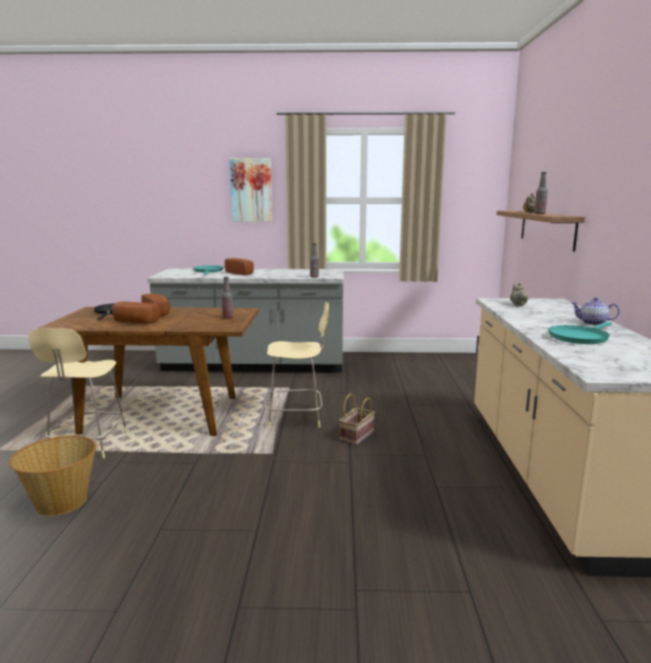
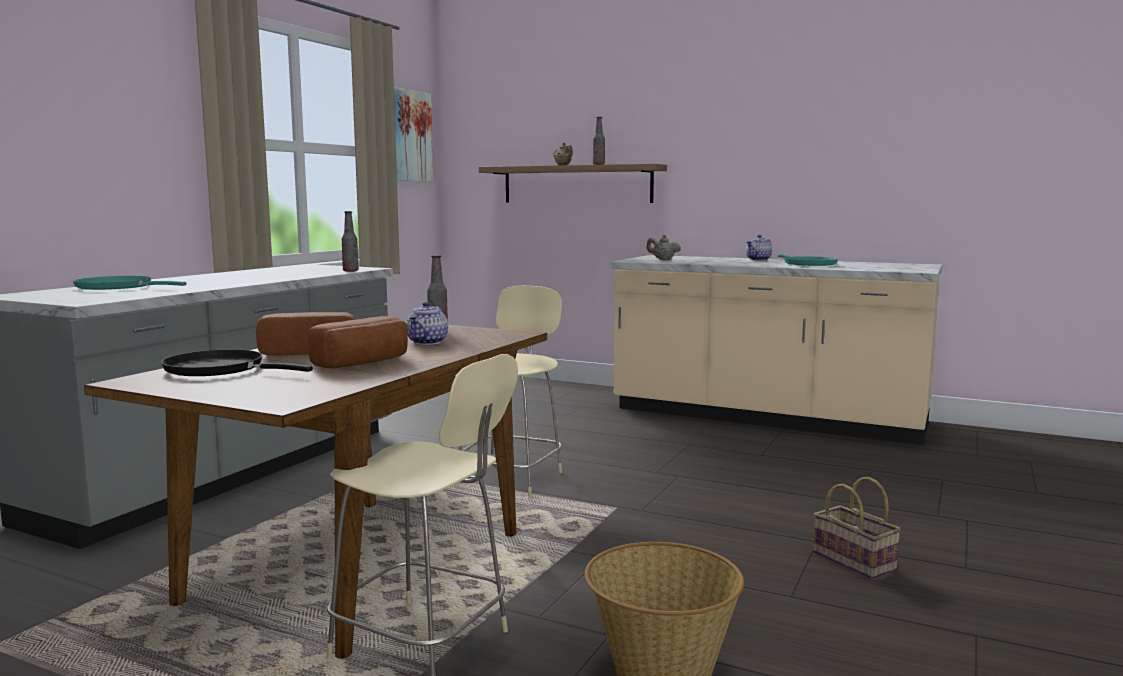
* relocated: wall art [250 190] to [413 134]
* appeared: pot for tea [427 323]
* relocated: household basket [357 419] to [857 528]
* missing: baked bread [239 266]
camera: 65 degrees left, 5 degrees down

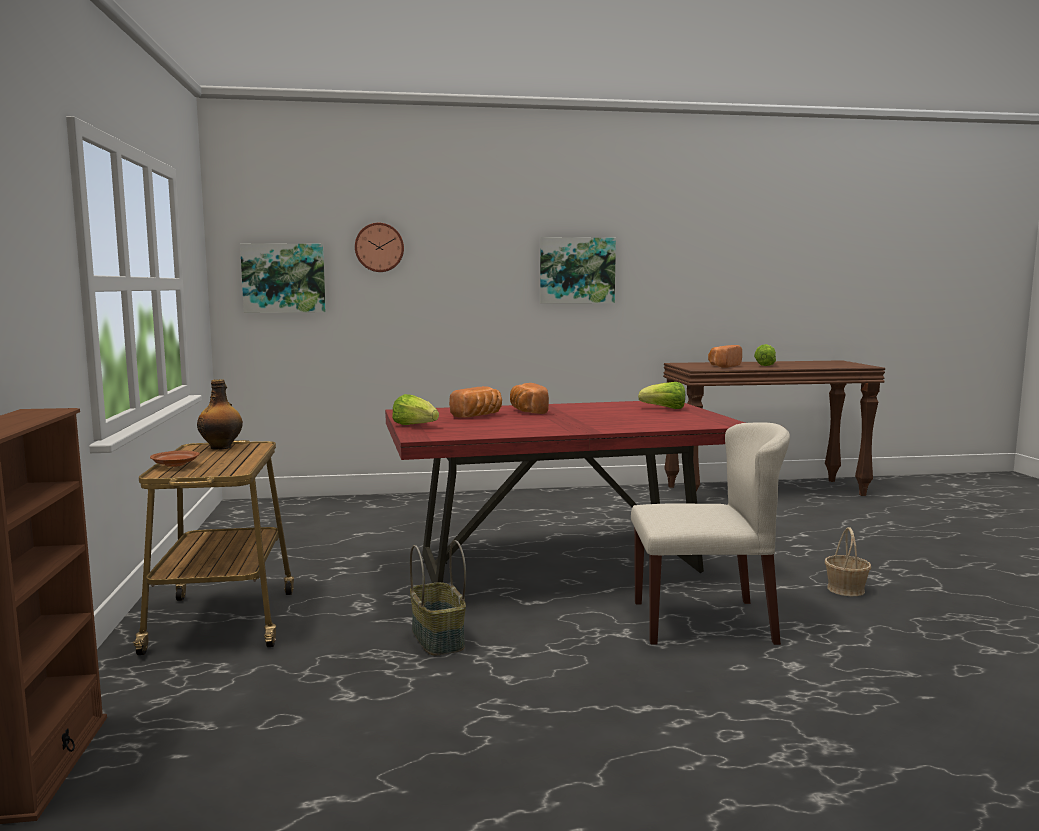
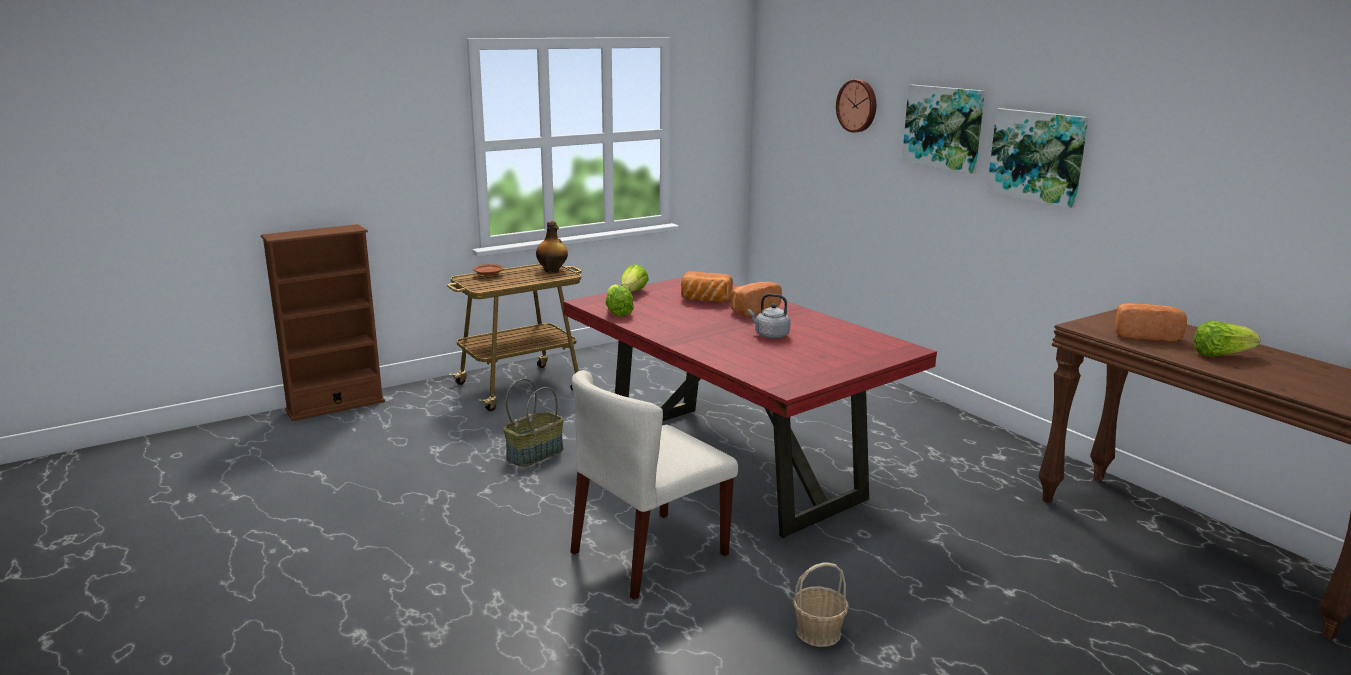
* spun: sand-coloured upright chair [710 533] = [654 485] 75 degrees clockwise
* relocated: lettuce [661 395] to [619 300]
* appeared: grey kettle [769 316]
* relocated: wall art [283 278] to [943 129]
camera: 65 degrees right, 10 degrees up

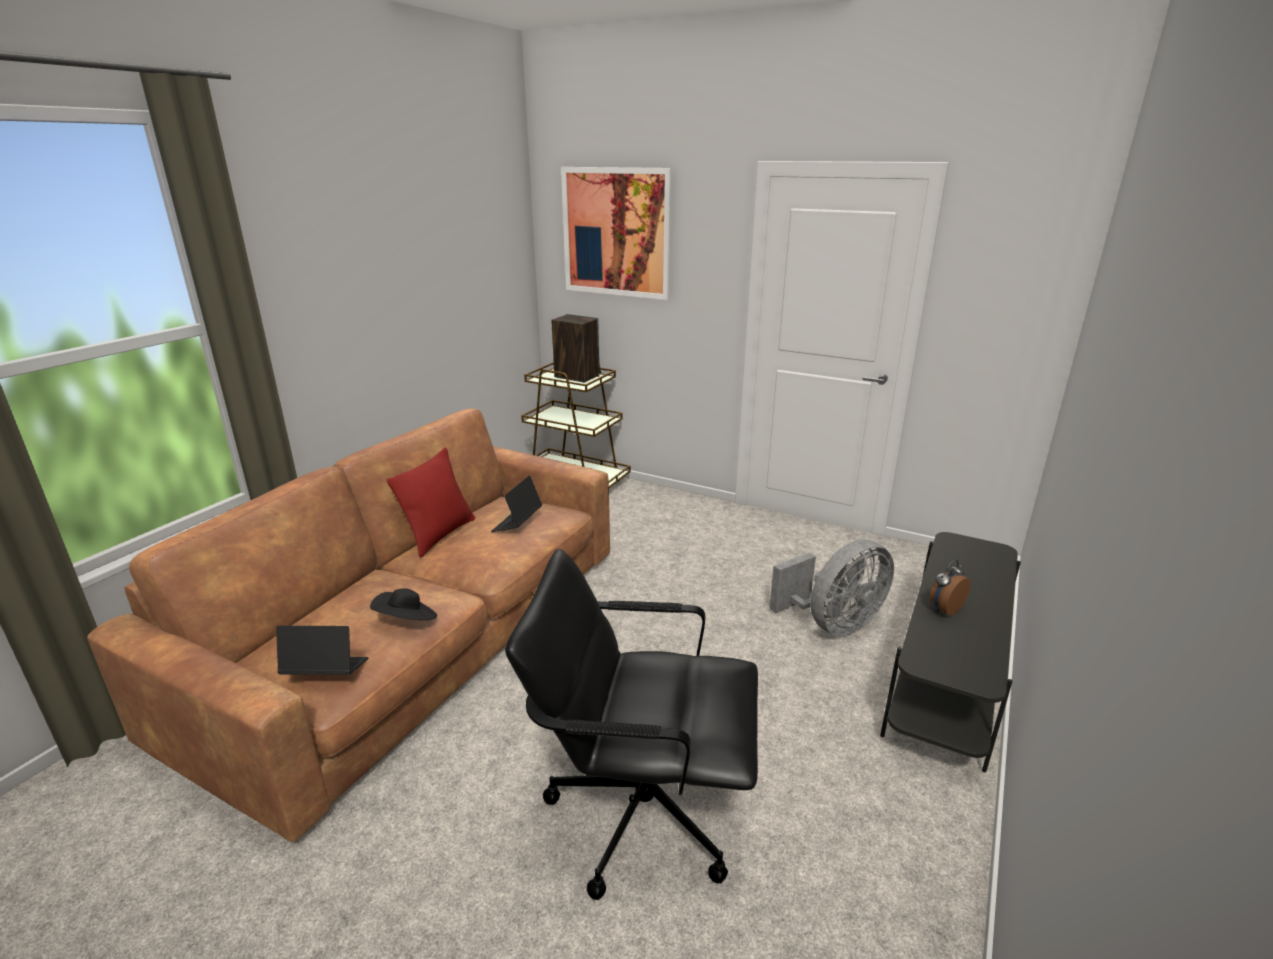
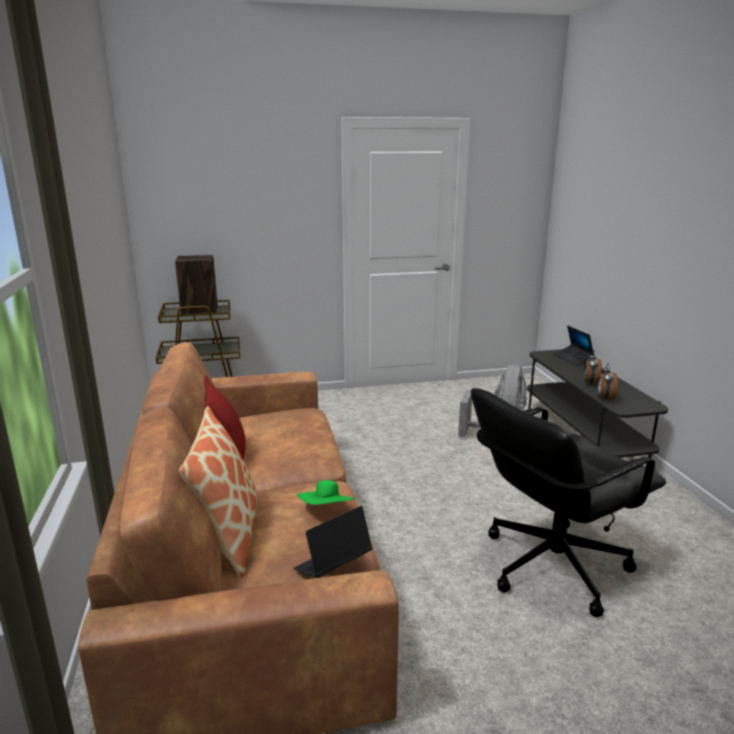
* appeared: pillow [218 492]
* colour: black-coloured wearable hat [403 604] to greenish wearable hat [326 492]
* relocated: portable computer [516 503] to [573 346]
* appeared: table clock [607 382]
* missing: wall art [617 233]
camera: 40 degrees left, 5 degrees down

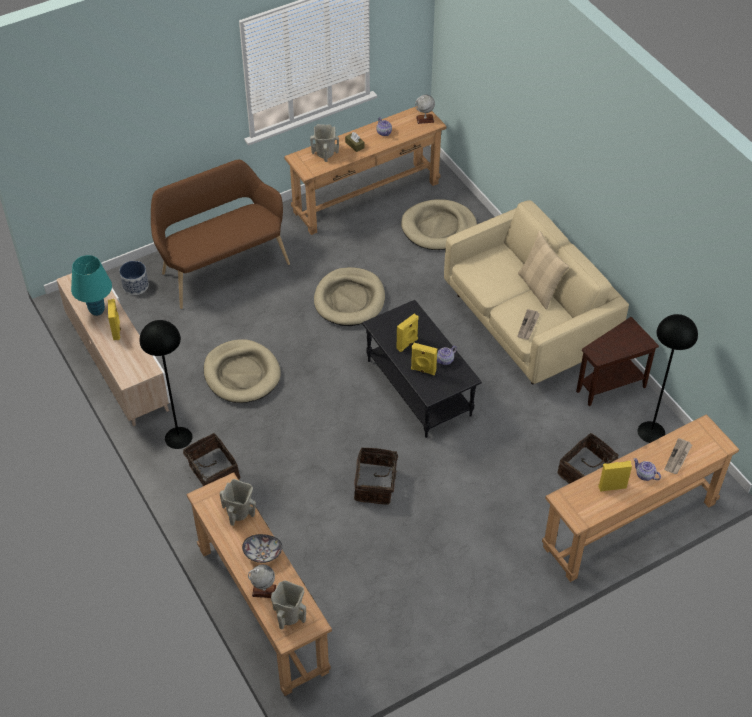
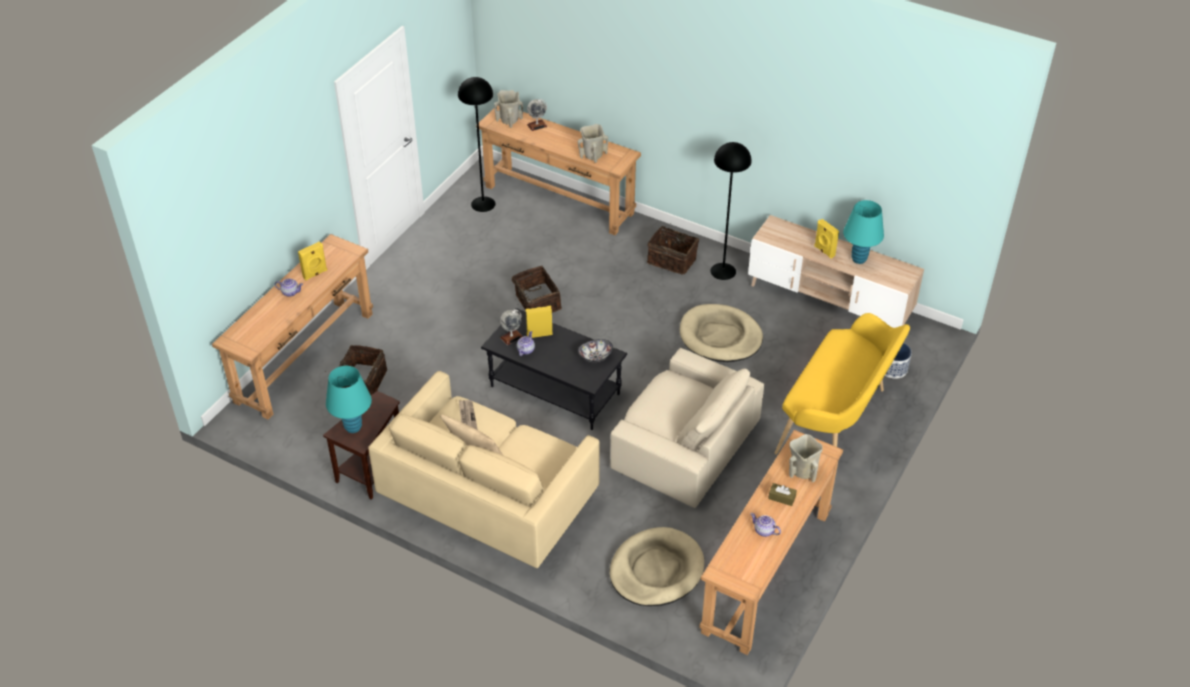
* appeared: turquoise-coloured table lamp [349 399]
* relocated: black-coloured standing lamp [668 378] to [477 144]
* relocated: desk globe [425 109] to [511 327]
* relocated: bowl [262 548] to [595 350]
* exchanged: sand-coloured dog cushion [349 296] to sand-coloured easy chair [687 428]
* colour: brownish long seat [220 234] to yellow-coloured long seat [842 384]
* missing: yellow-coloured speaker [408 333]
* missing: daily paper [678 456]
camera: 150 degrees right, 5 degrees down

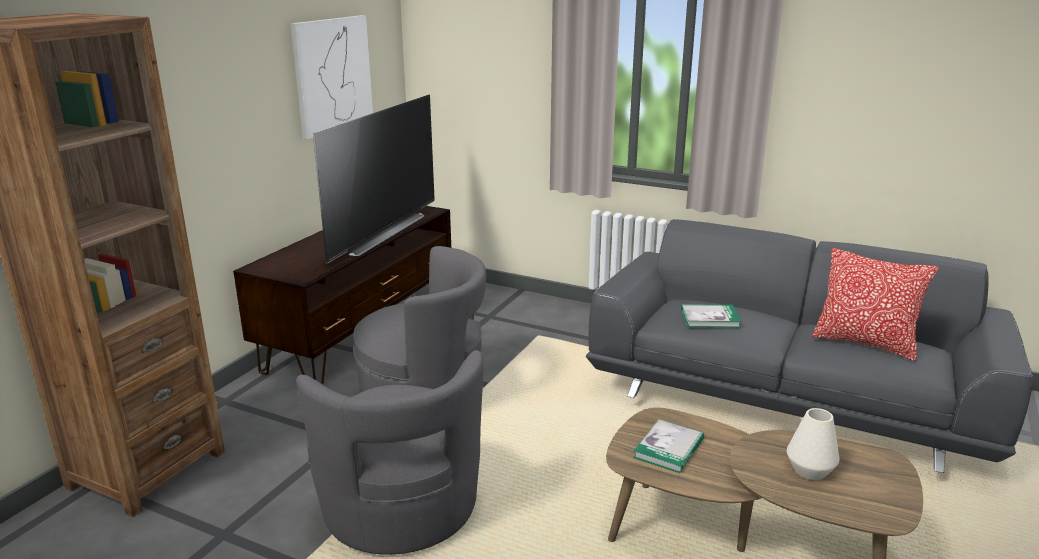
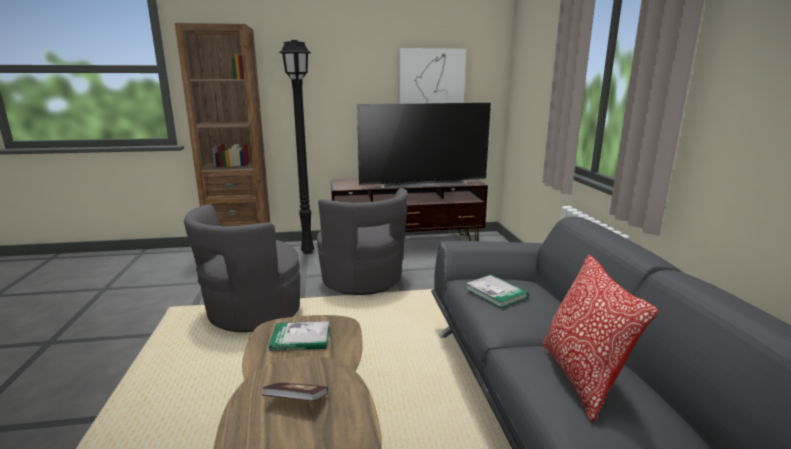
* exchanged: whitish flower vase [813 444] to volume [295 392]
* appeared: black-coloured standing lamp [297 147]
camera: 55 degrees right, 5 degrees down

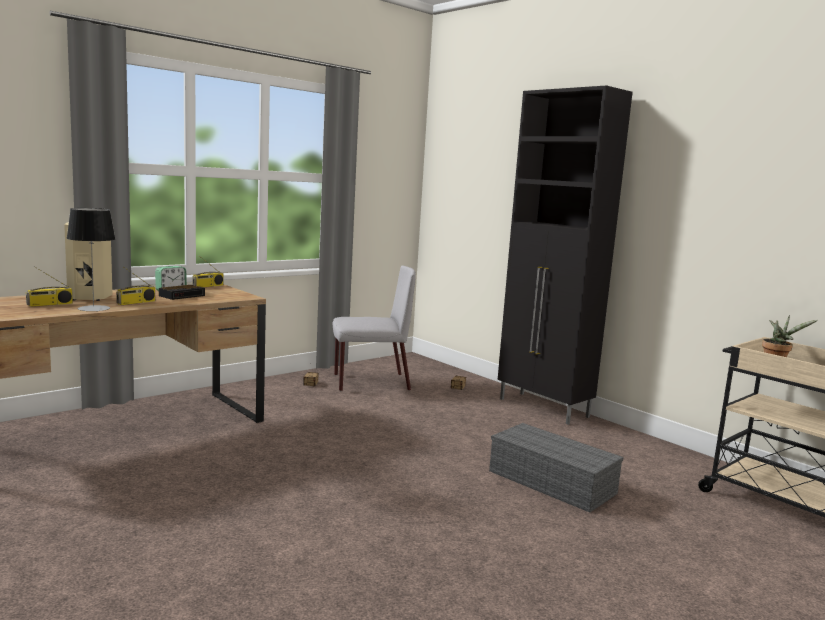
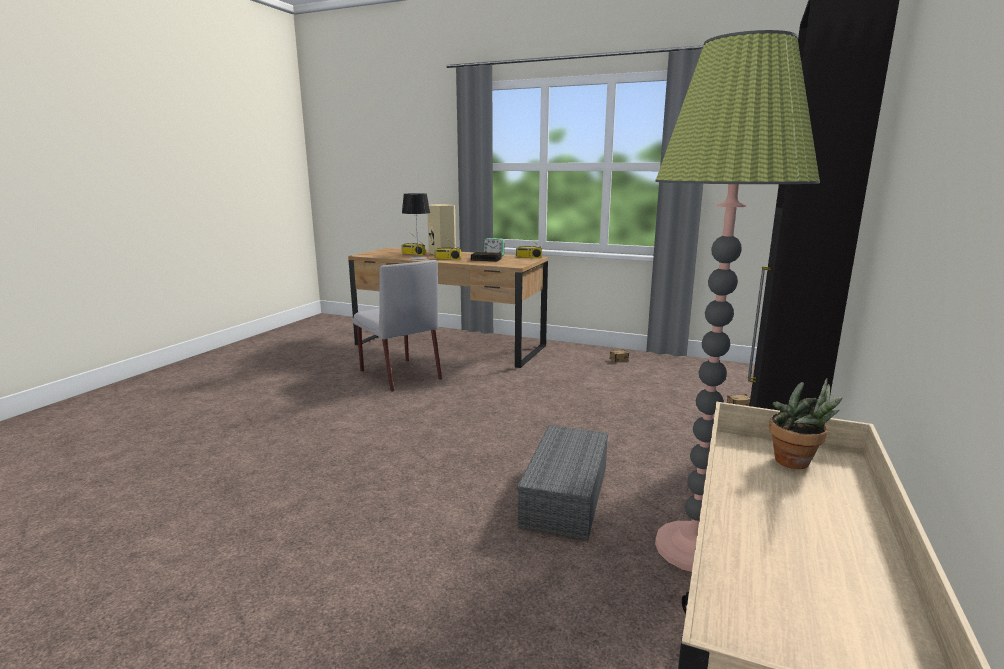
* relocated: grey upright chair [374 328] to [397 326]
* appeared: standing lamp [737 301]
camera: 65 degrees right, 5 degrees up

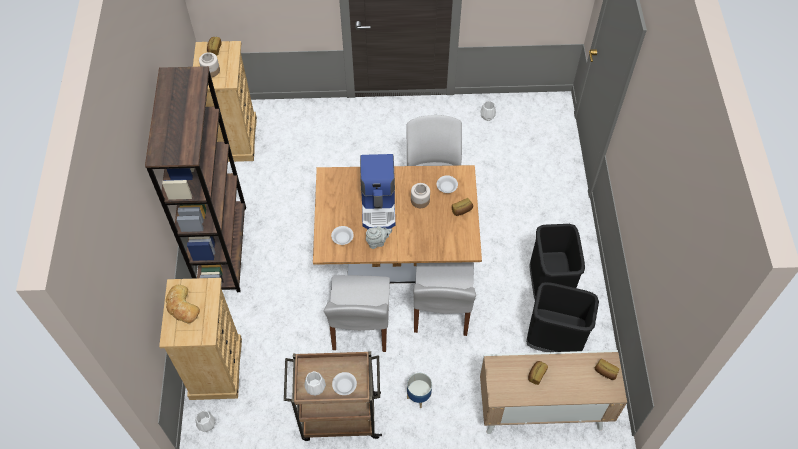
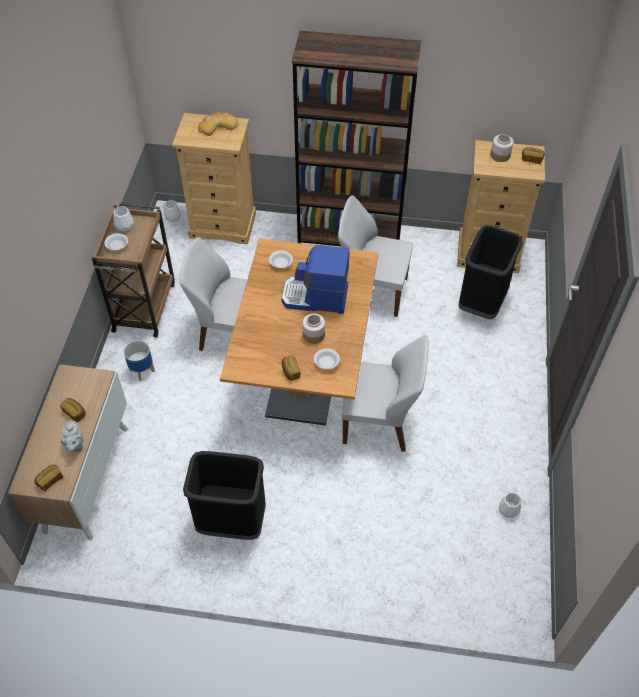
* relocated: grey pot for tea [379 237] to [72 436]
* relocated: whitish upright chair [444 299] to [375 256]
* relocated: black-coloured waste bin [562 317] to [491 272]
camera: 100 degrees right, 5 degrees down

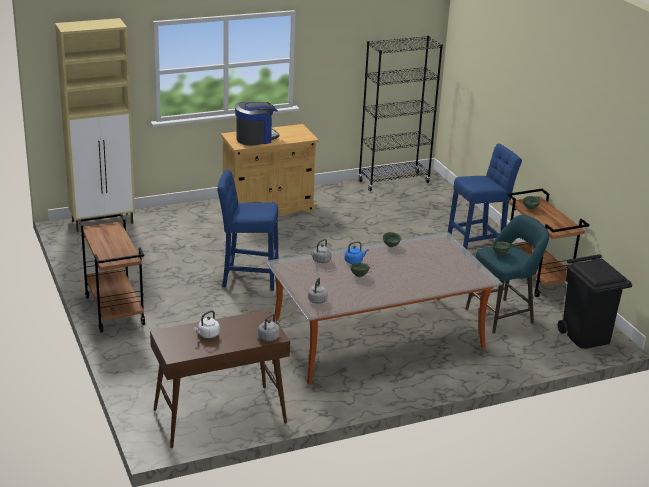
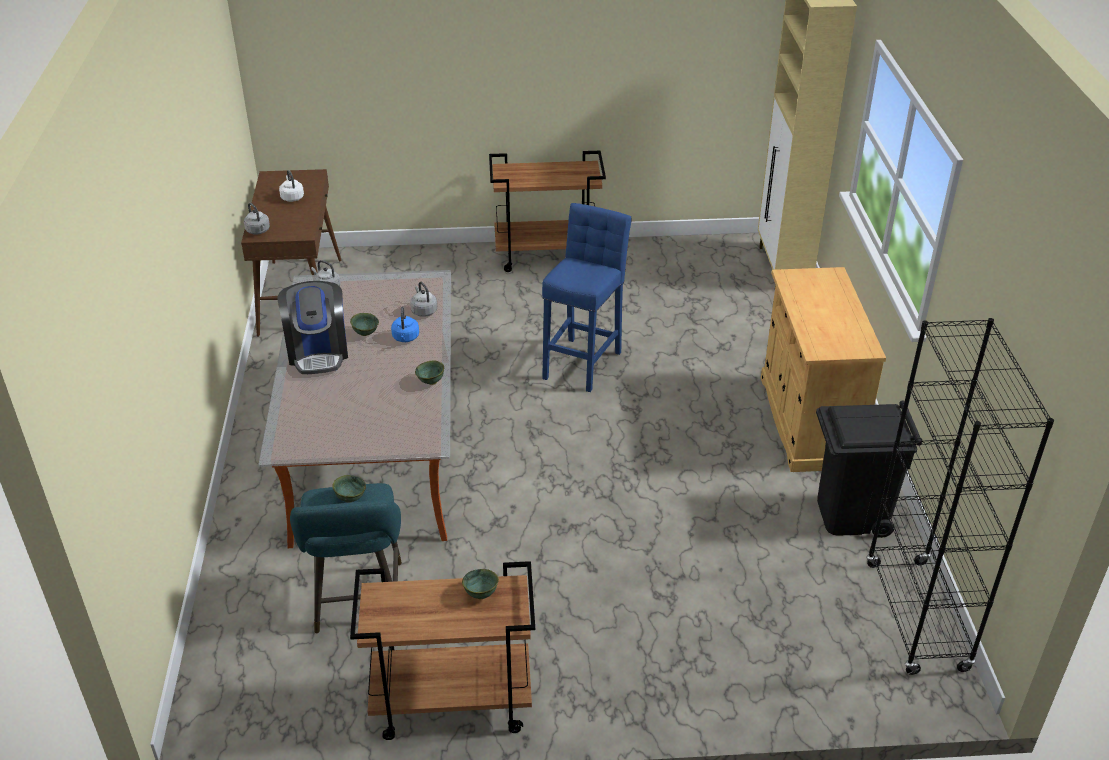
* relocated: coffee machine [257 124] to [313 327]
* relocated: black-coloured waste bin [595 301] to [869 469]
* missing: blue sitting stool [485 196]
camera: 110 degrees right, 10 degrees up

